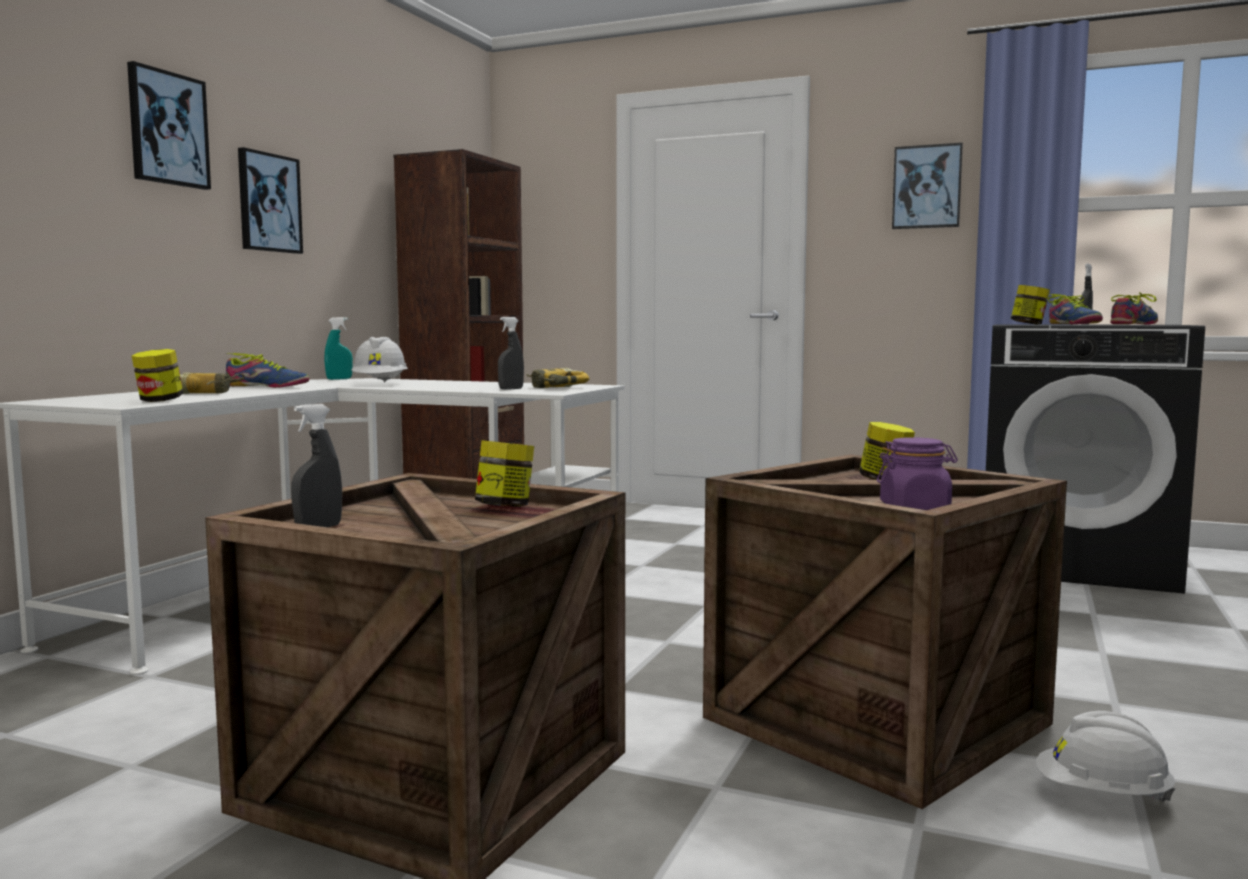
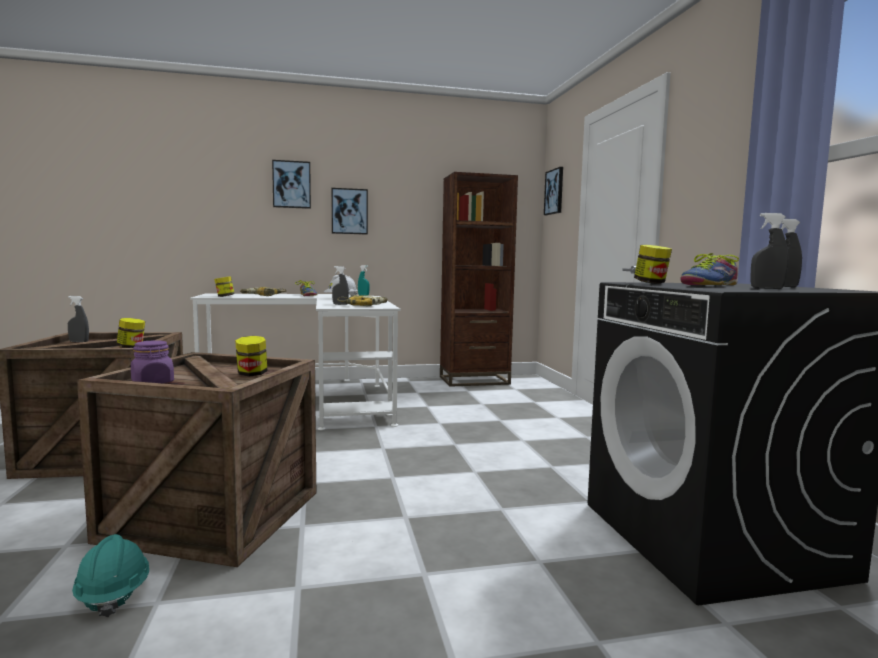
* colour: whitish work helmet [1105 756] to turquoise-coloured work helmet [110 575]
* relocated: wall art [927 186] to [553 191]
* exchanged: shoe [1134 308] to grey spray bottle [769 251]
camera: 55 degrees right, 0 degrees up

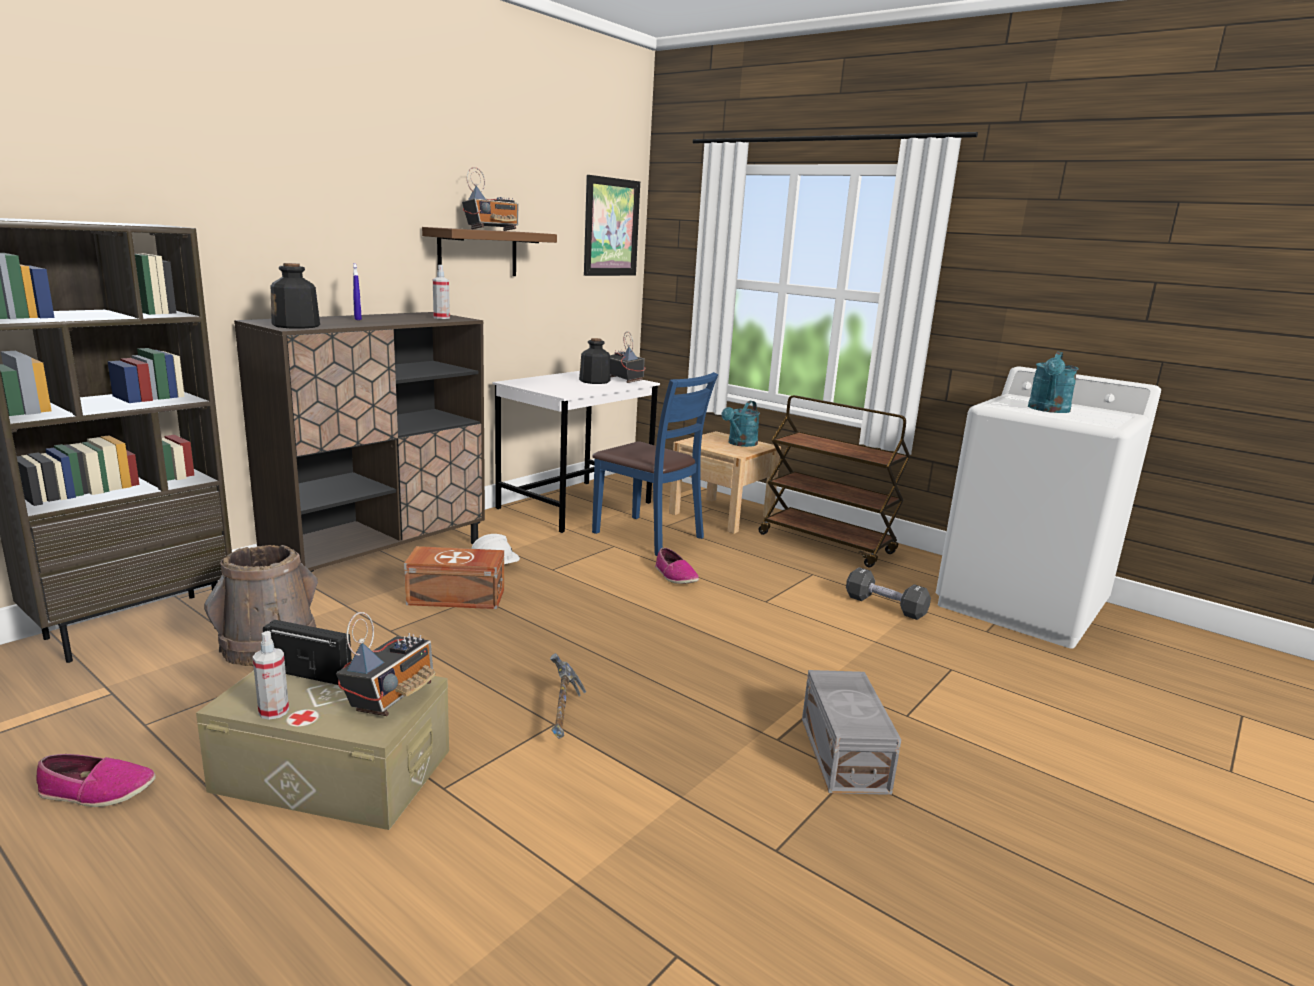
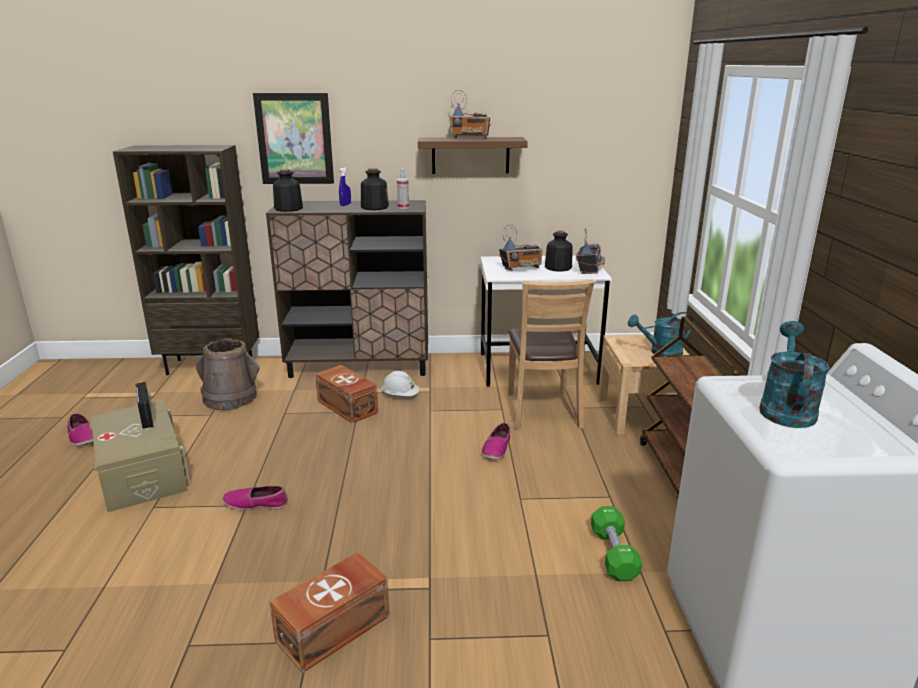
* exchanged: hammer [568 696] to shoe [255 498]
* relocated: wall art [612 225] to [293 138]
* colour: grey storage container [851 732] to brownish storage container [329 612]
* appeared: beverage bottle [375 189]
* relocated: radio set [386 664] to [520 247]
* colour: blue upright chair [655 464] to brownish upright chair [551 355]
* colour: black-coloured hand weight [888 593] to greenish hand weight [616 543]
* spun: turquoise-coloured watering pot [1053 382] = [794 374] 120 degrees clockwise
* missing: spray bottle [271 675]
camera: 50 degrees right, 5 degrees up

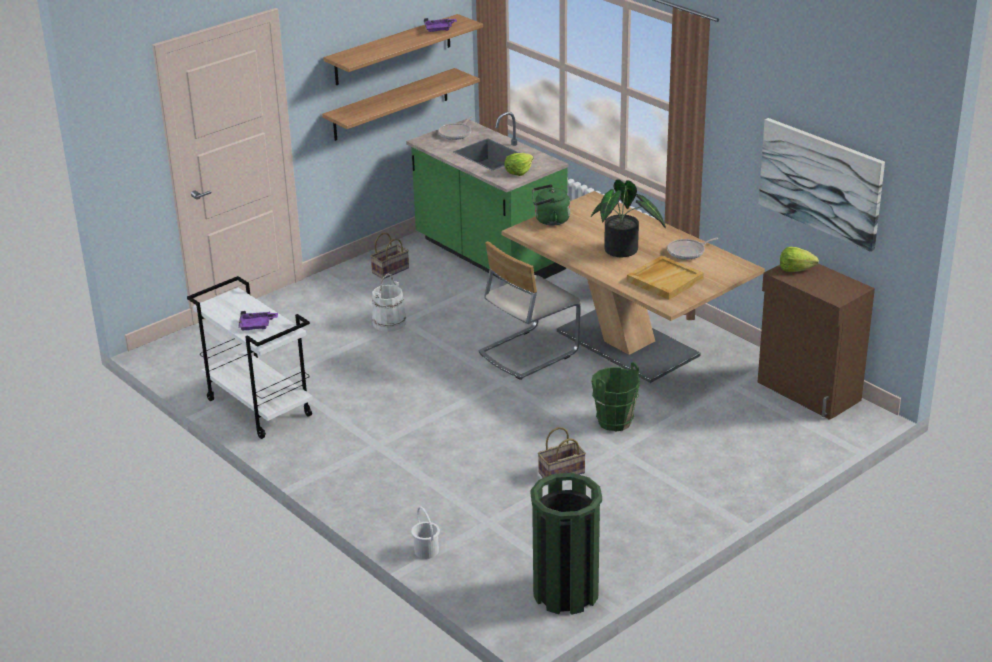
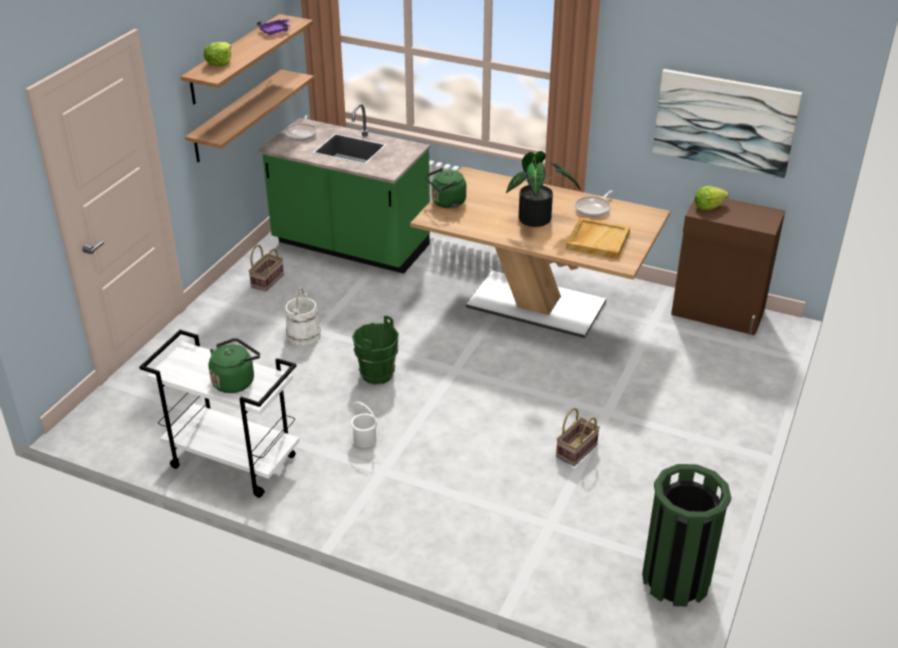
* relocated: lettuce [519 164] to [217 54]
* exchanged: purplish carrying tray [258 320] to greenish kettle [234 365]
* relocated: whitish bucket [425 532] to [364 425]
* relocated: greenish bucket [616 397] to [375 350]
* missing: sand-coloured upright chair [530 310]
camera: 25 degrees left, 5 degrees up

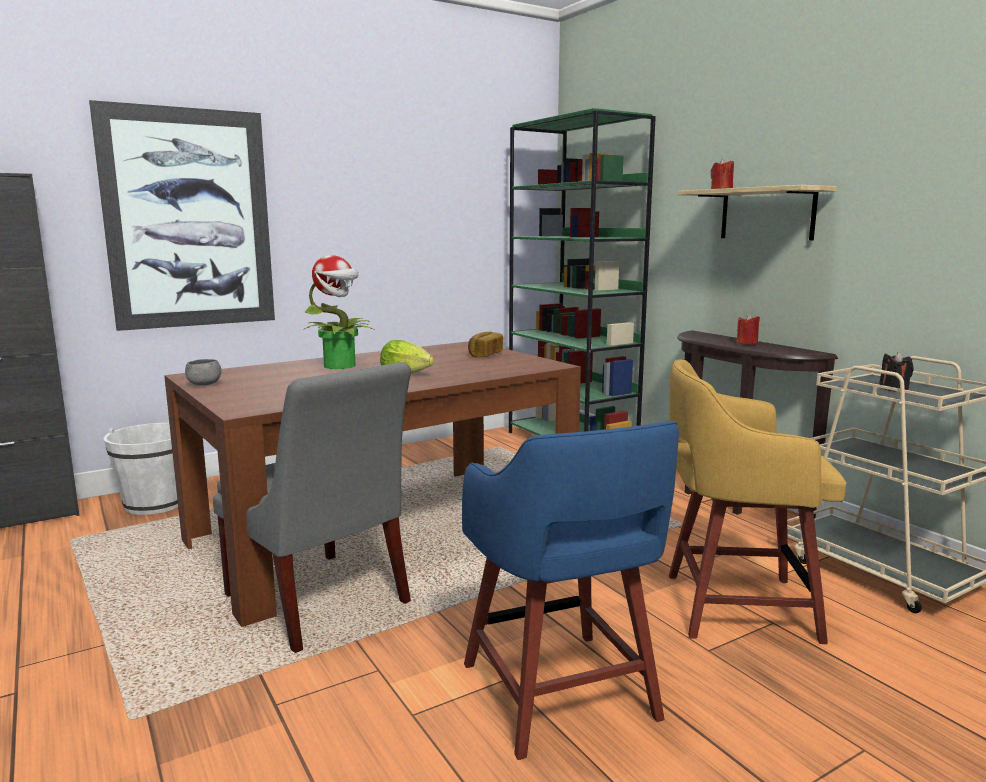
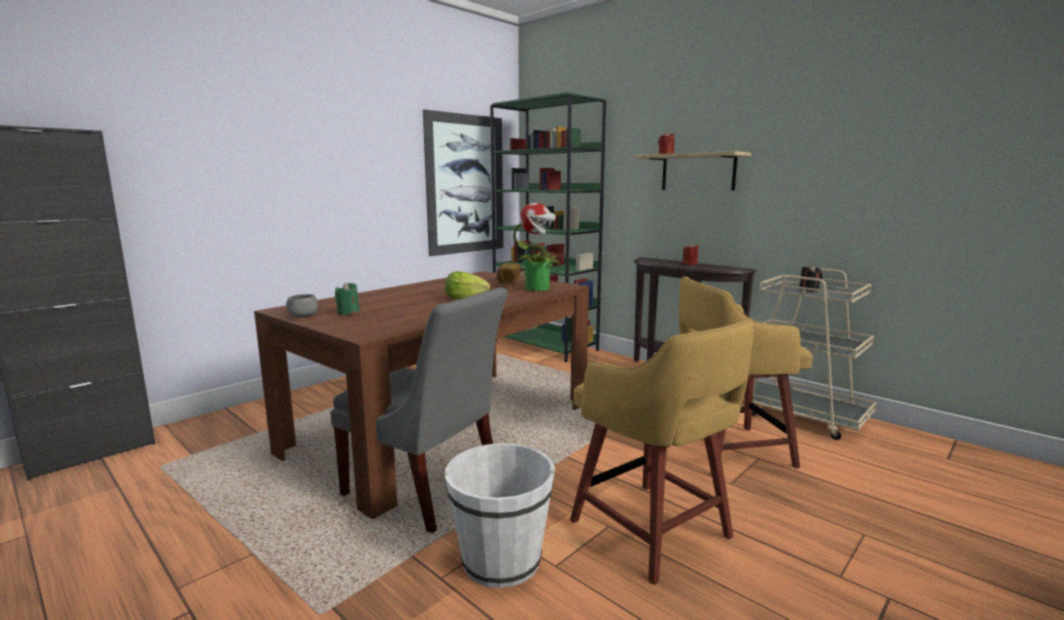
* appeared: greenish wax light [347 298]
* relocated: wall art [182 215] to [463 182]
* relocated: whitish bucket [140 469] to [500 515]
* relocated: potted plant [339 312] to [539 247]
* colour: blue sitting stool [570 590] to yellow-coloured sitting stool [662 451]
camera: 15 degrees left, 0 degrees up

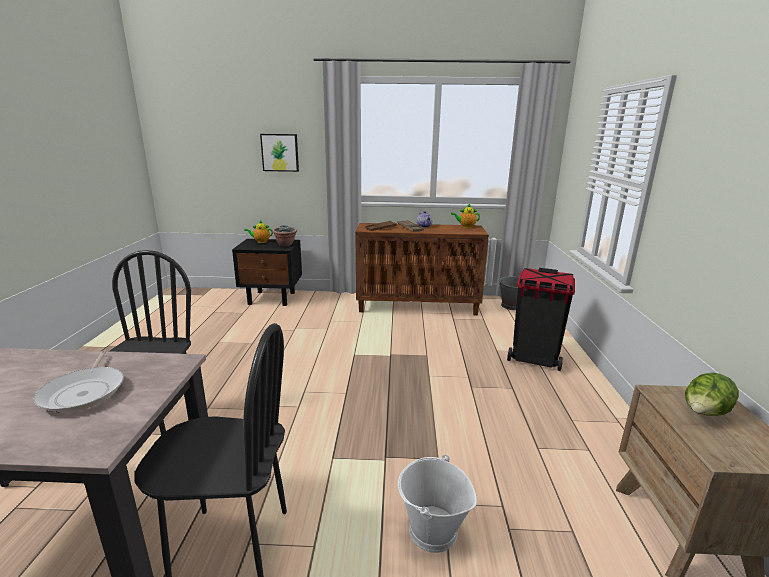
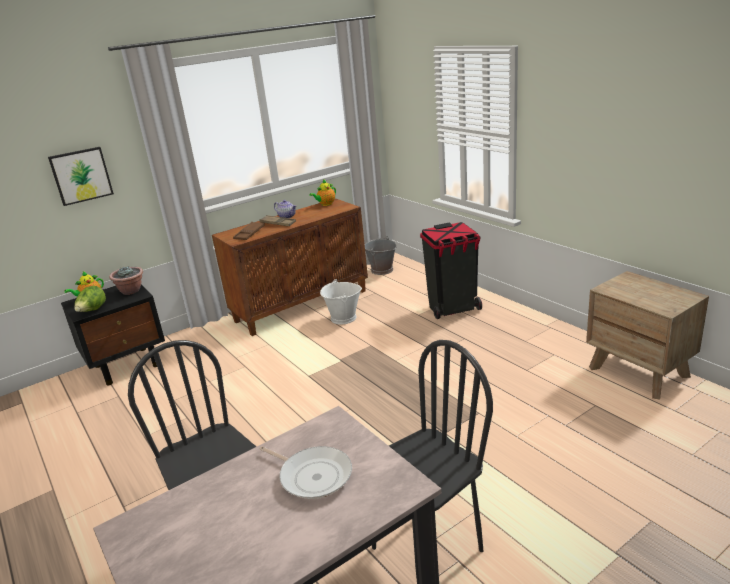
* relocated: lettuce [712 394] to [90 299]
* relocated: whitish bucket [437 503] to [341 301]
camera: 35 degrees left, 5 degrees up

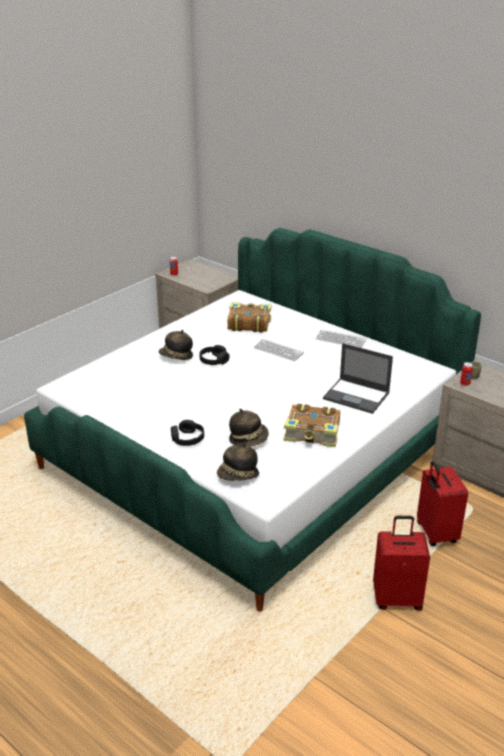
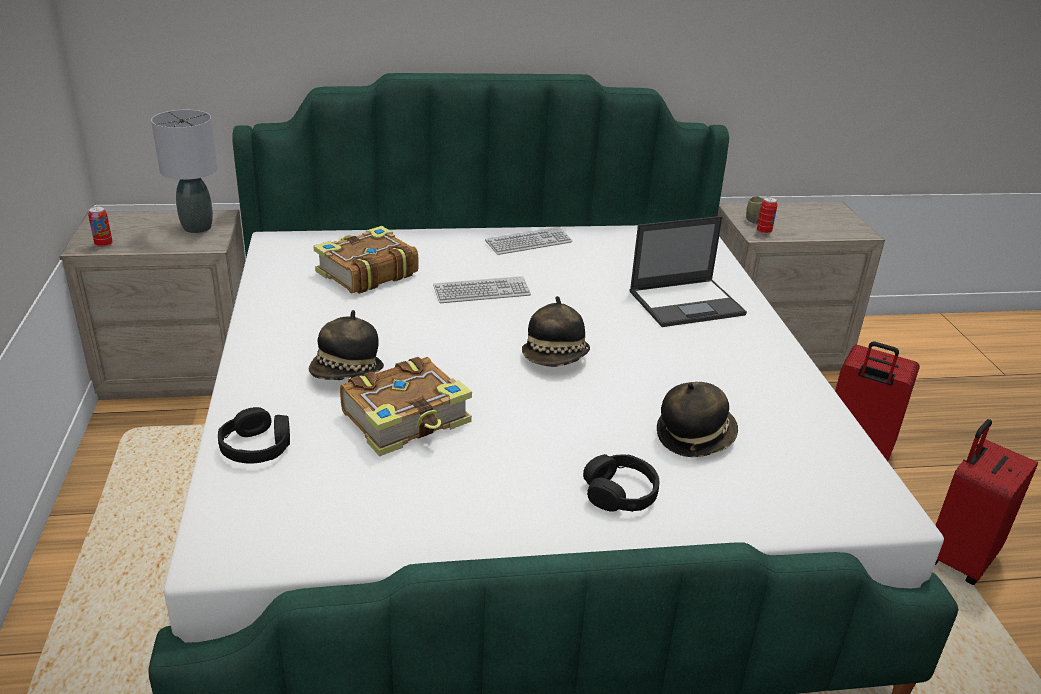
* appeared: grey table lamp [184 171]
* relocated: black-coloured headphones [214 355] to [254 435]
* relocated: volume [312 425] to [406 406]
* relocated: wearable hat [238 461] to [556 331]
camera: 50 degrees left, 0 degrees up

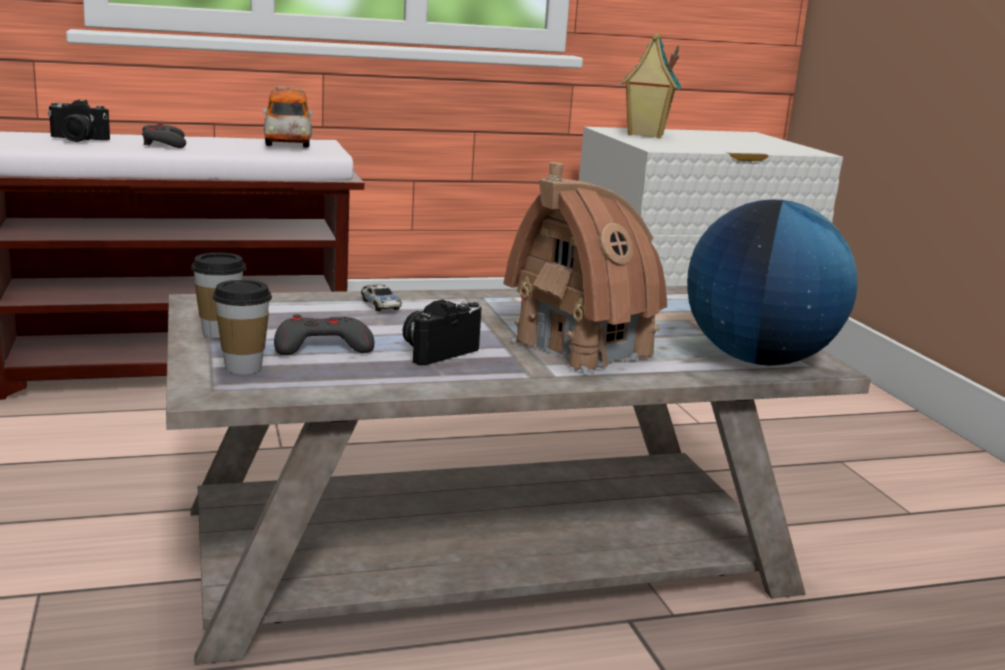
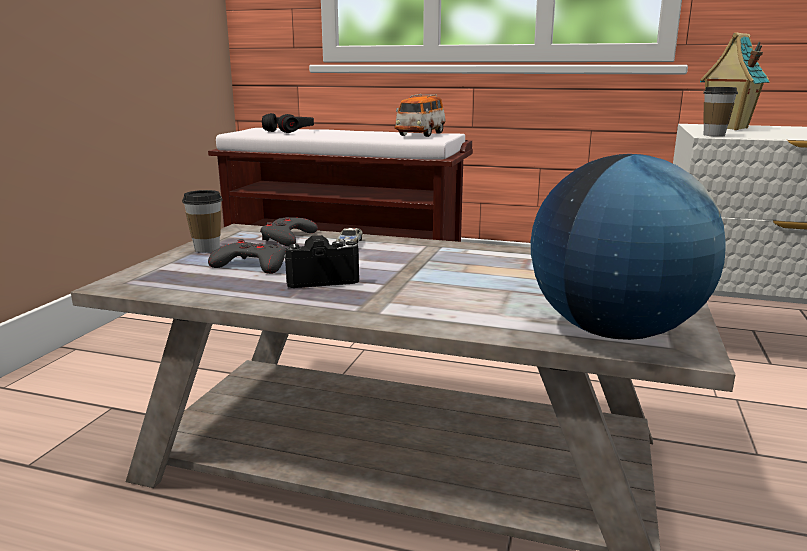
* relocated: grey gamepad [164 135] to [289 231]
* exchanged: still camera [78 120] to black-coloured headphones [288 123]
* relocated: drinking cup [242 327] to [720 112]
* missing: miniature house [585 268]
camera: 35 degrees right, 0 degrees up

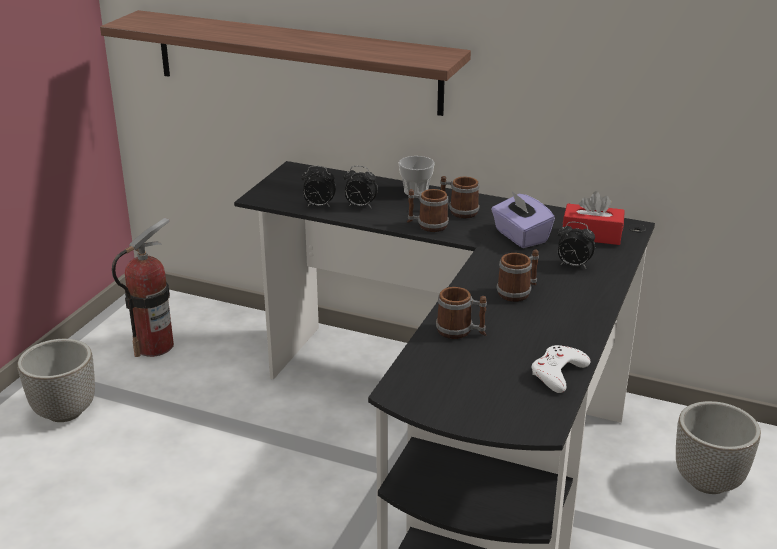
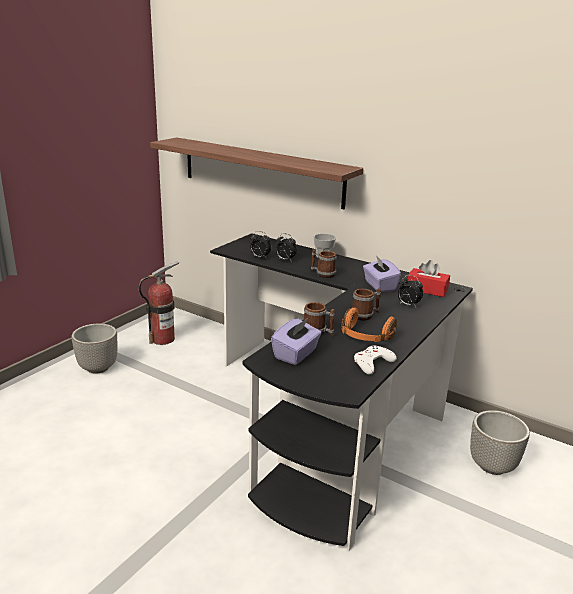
* appeared: purplish tissue holder [296 341]
* appeared: orangey headphones [369 325]
* missing: tea mug [459 197]
camera: 10 degrees right, 5 degrees down

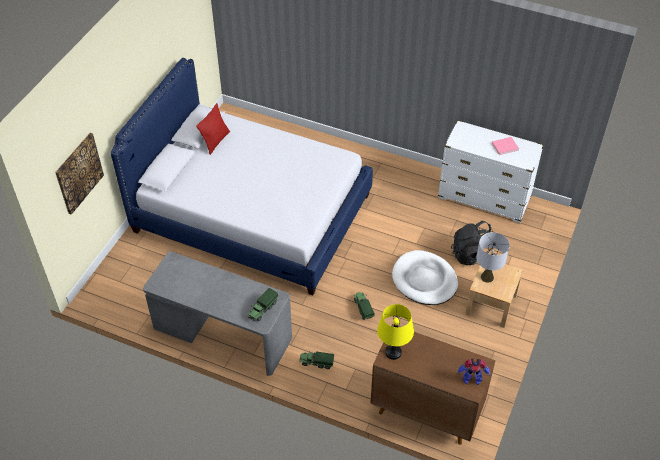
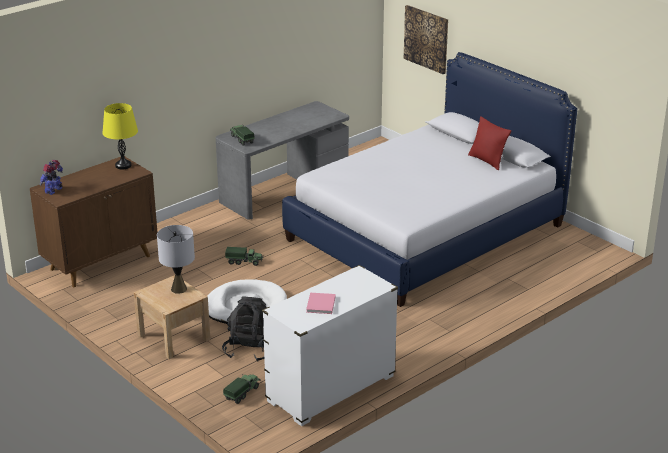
* relocated: model truck [316 359] to [242 389]
camera: 115 degrees right, 20 degrees down

